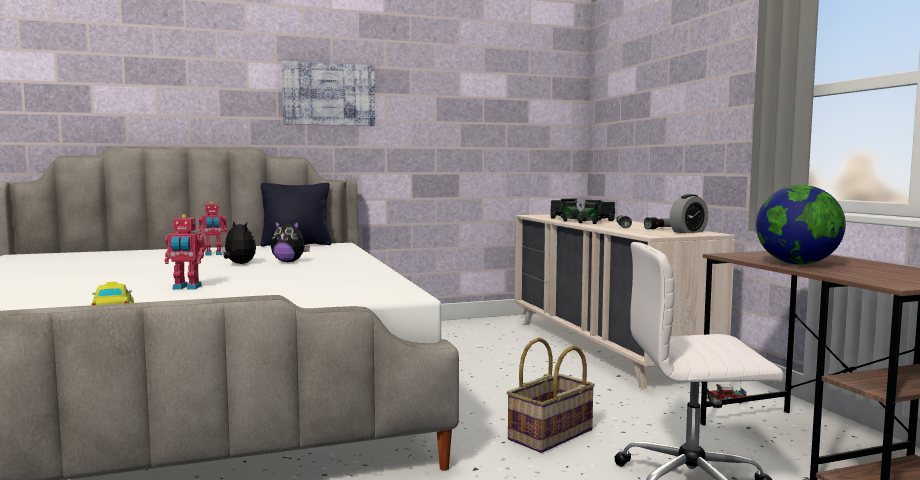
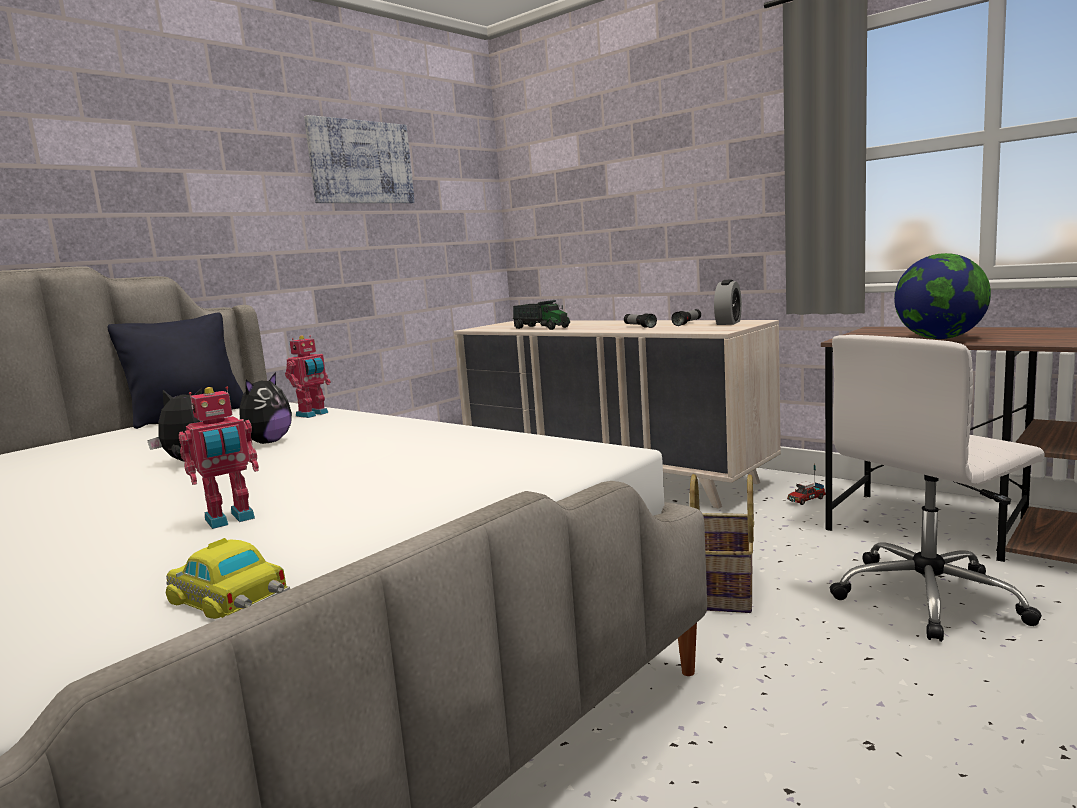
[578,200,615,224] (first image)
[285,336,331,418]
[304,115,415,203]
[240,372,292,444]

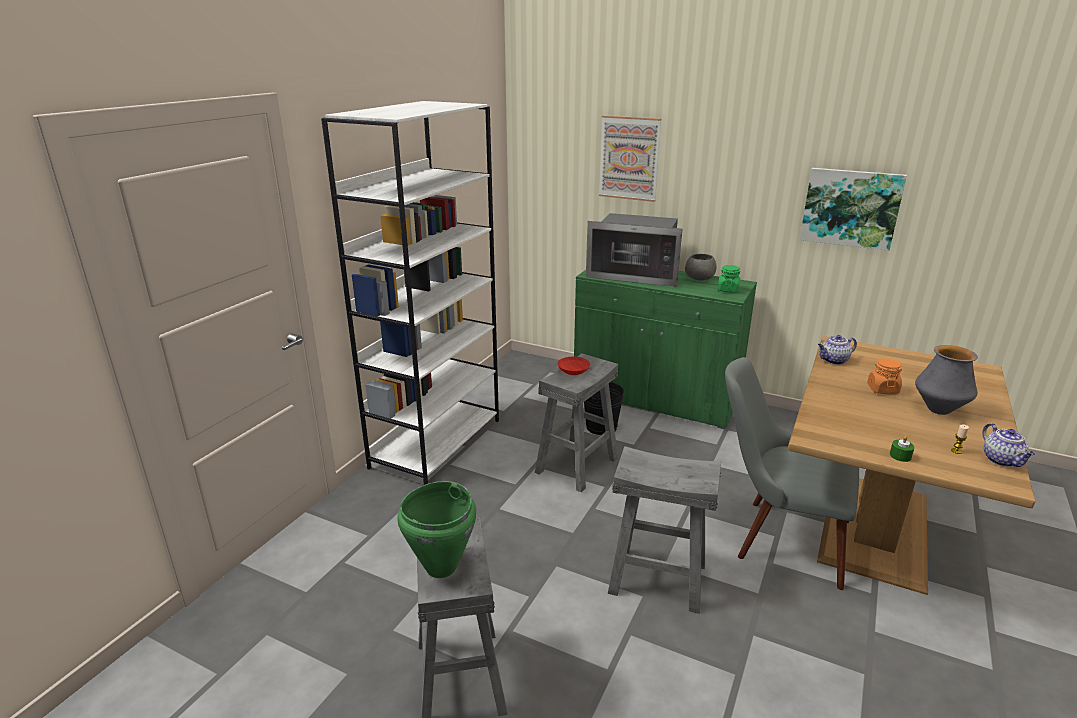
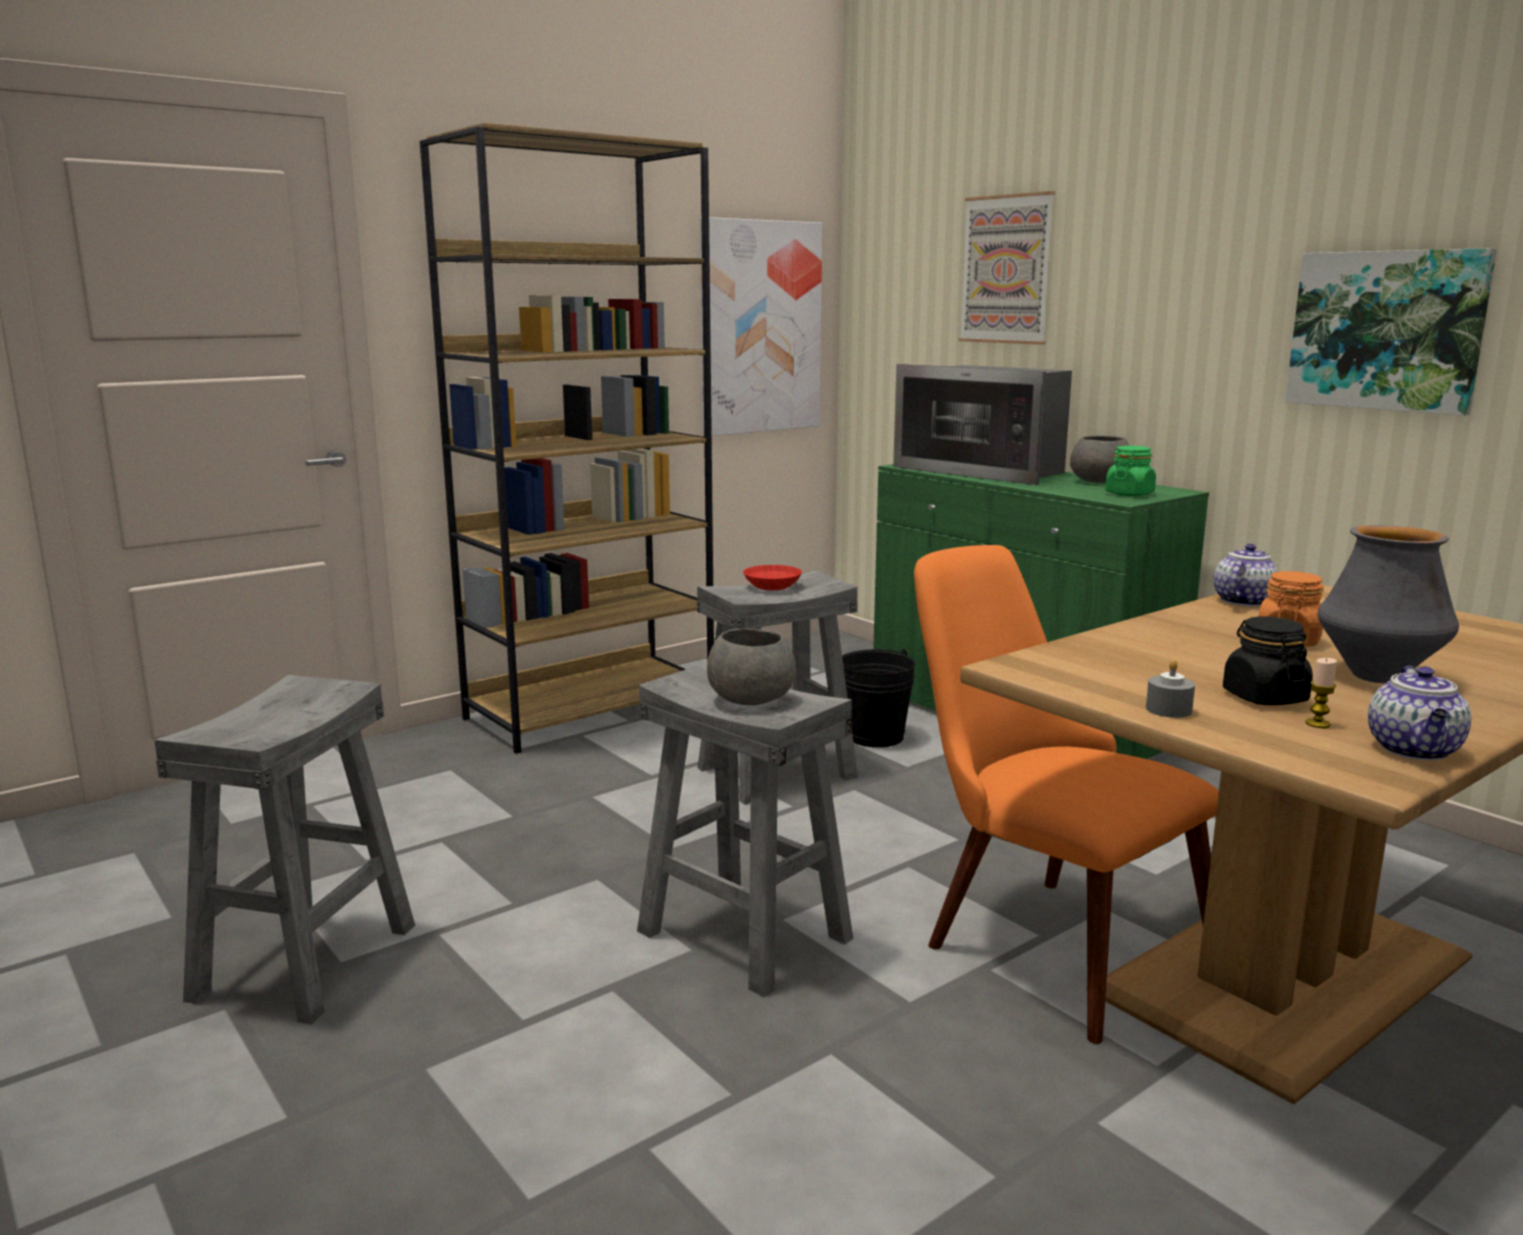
[397,481,476,578] (first image)
[700,217,822,436]
[707,628,796,705]
[1223,617,1313,705]
[420,122,714,754]
[914,545,1219,1044]
[1146,659,1195,718]
[1214,544,1279,607]

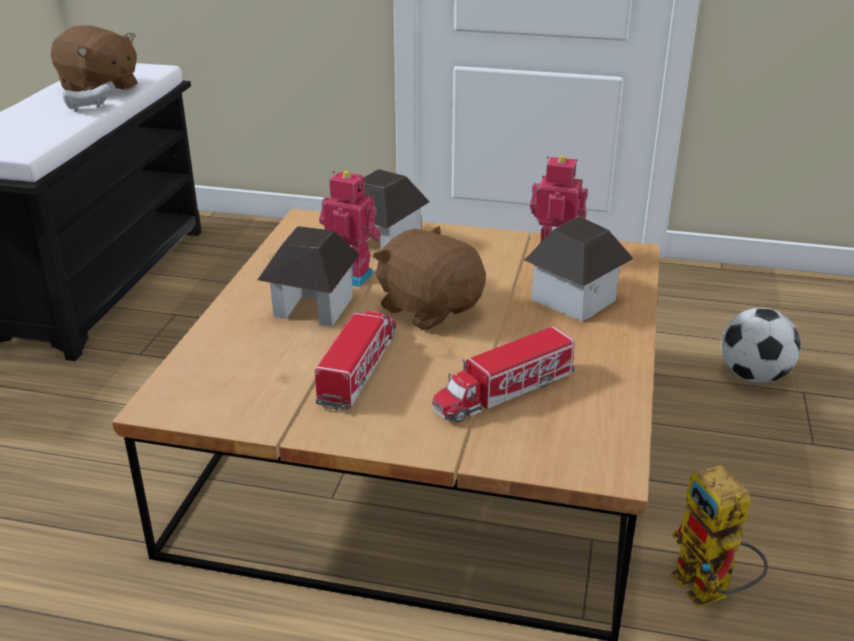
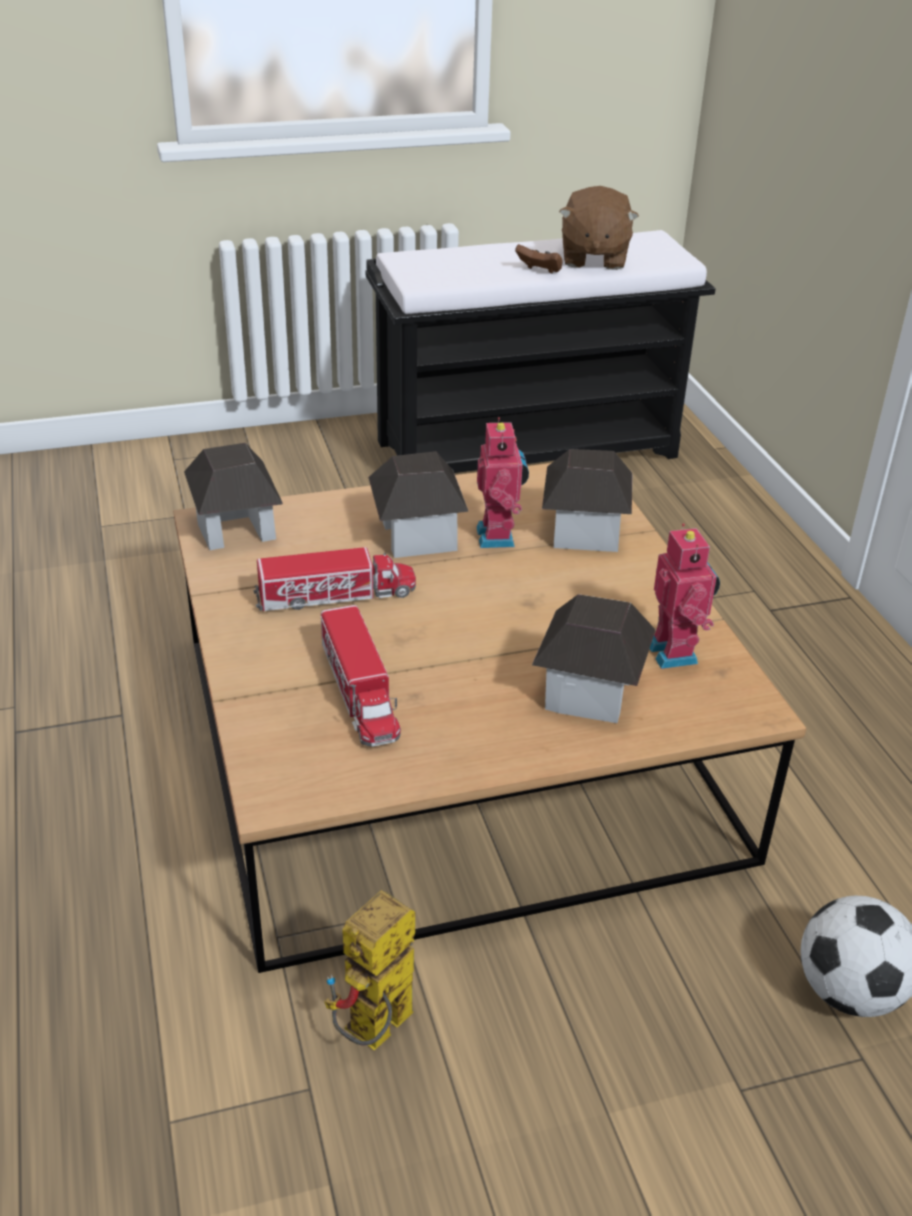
[373,226,486,330] (first image)
[184,443,283,550]
[515,244,563,274]
[321,605,401,747]

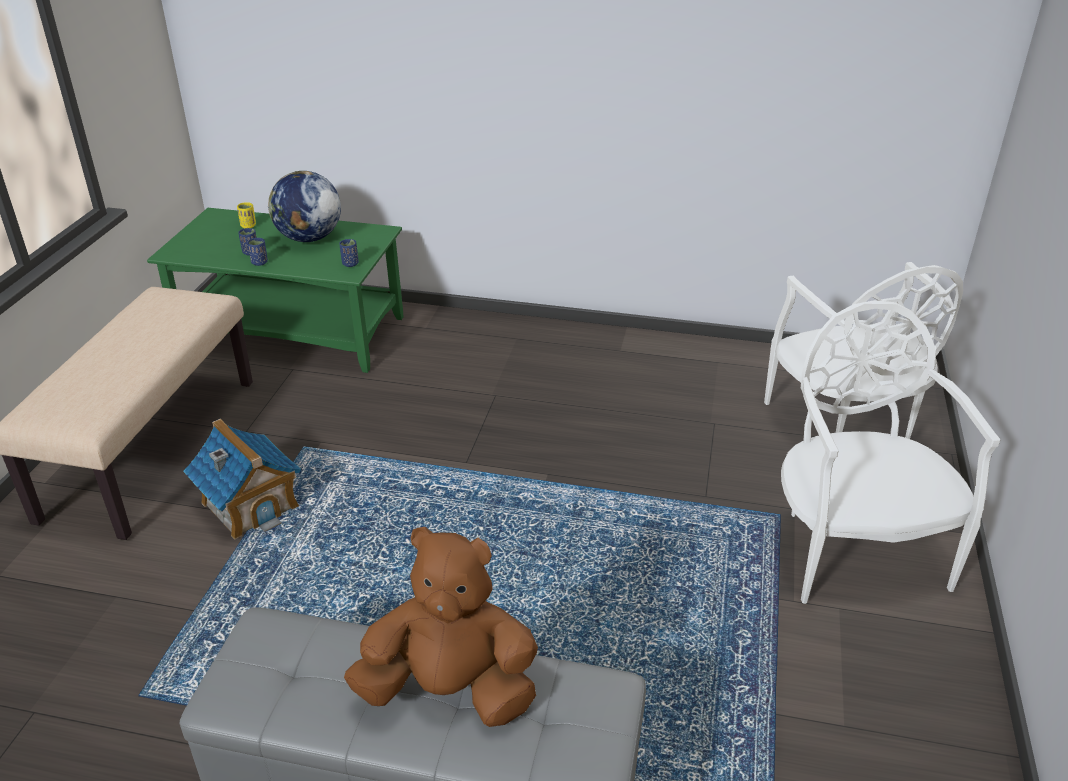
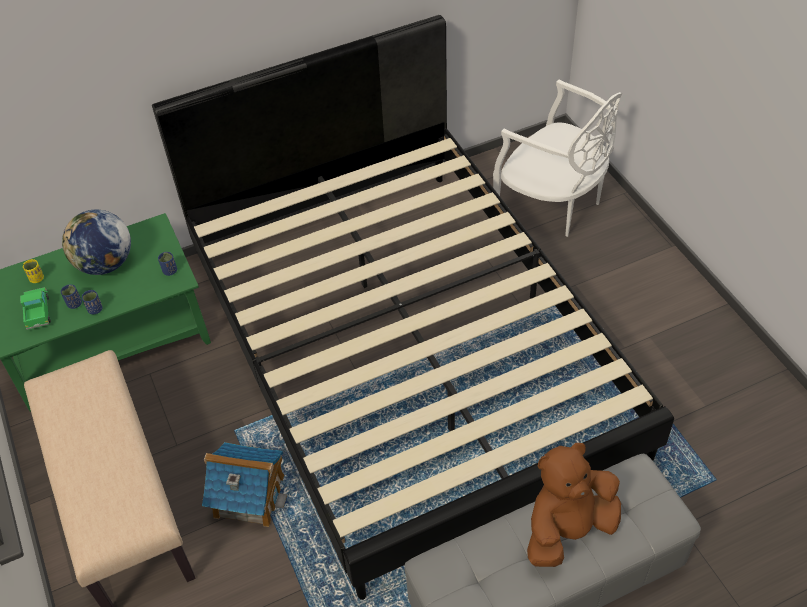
[781,300,1001,604] (first image)
[20,287,51,330]
[152,15,674,600]

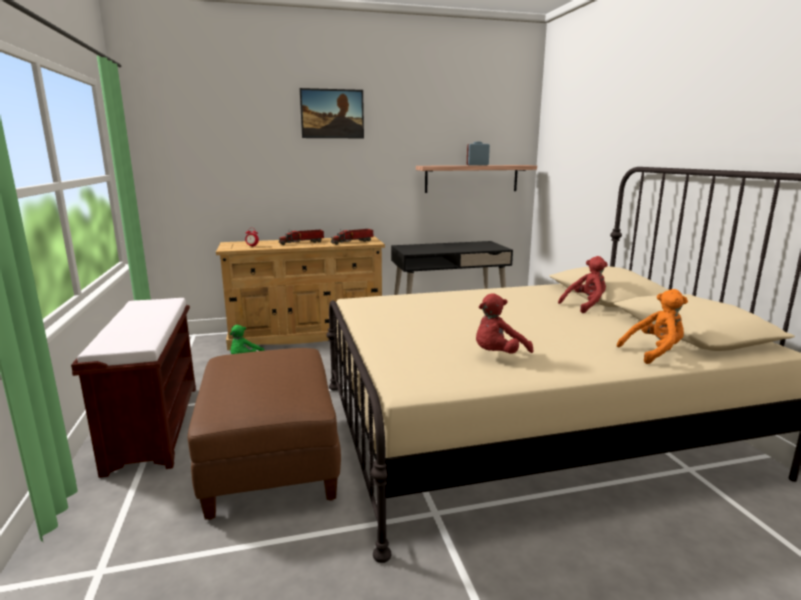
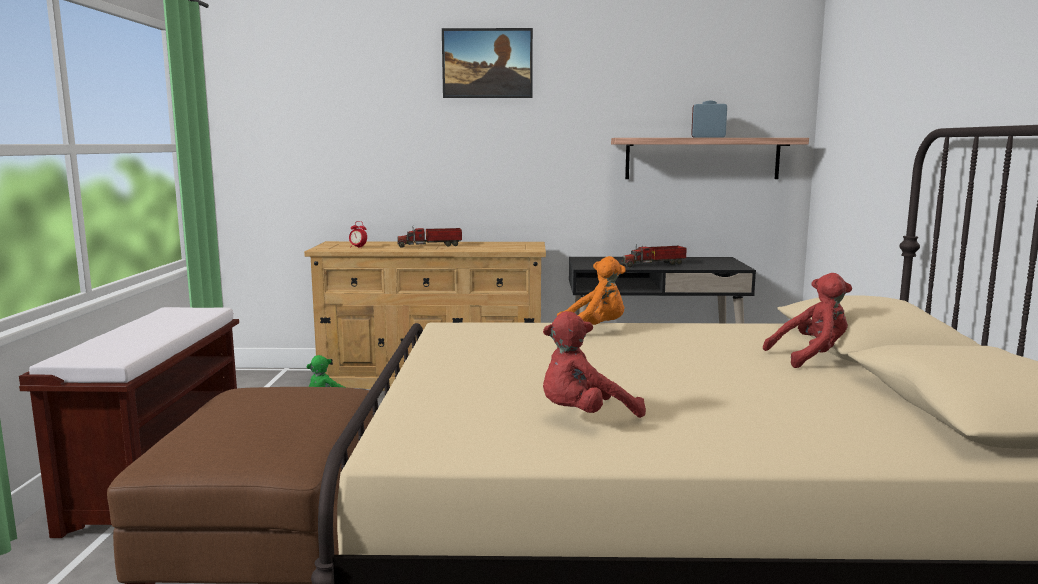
[621,244,687,267]
[557,256,626,325]

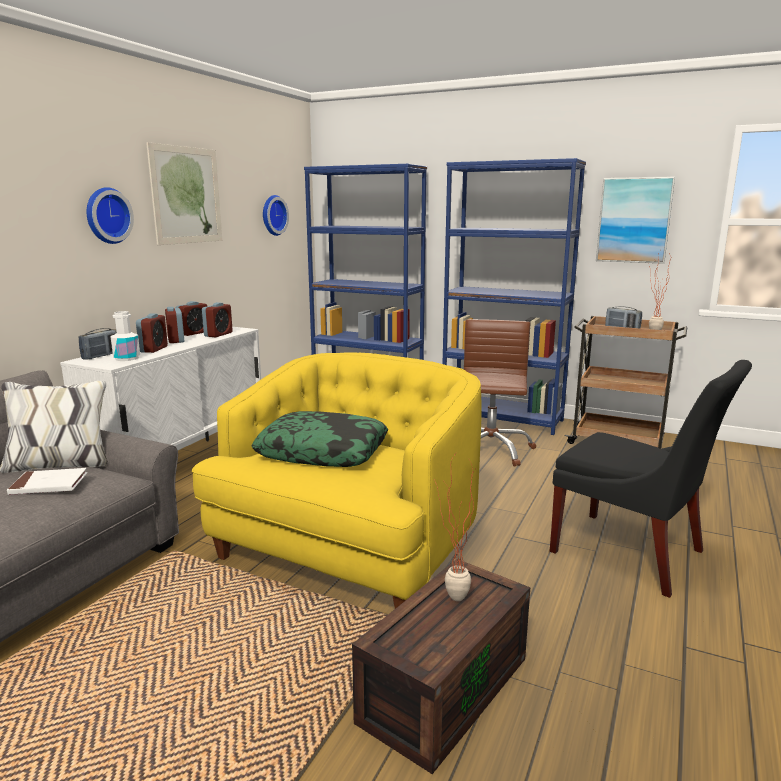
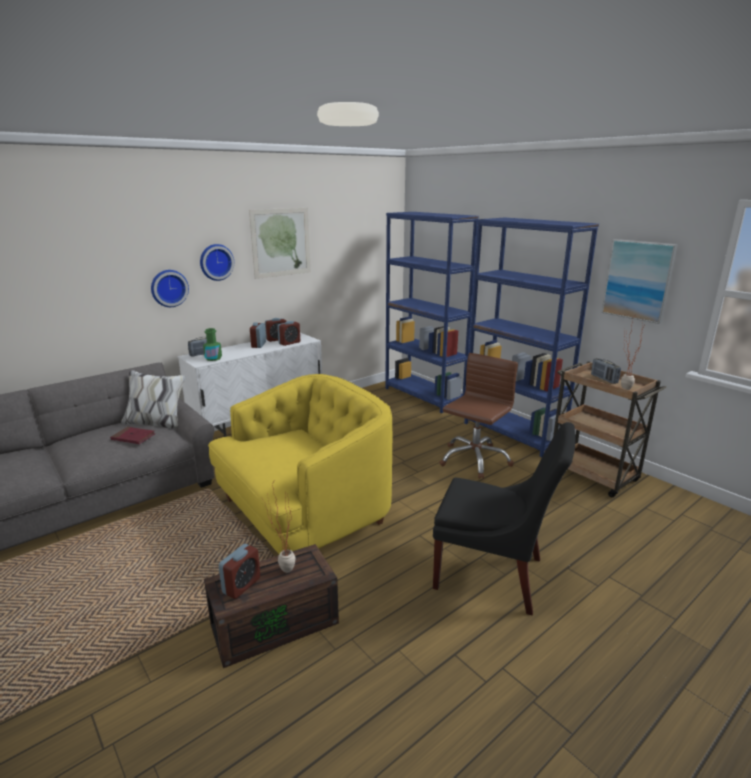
[252,411,388,467] (first image)
[219,544,260,599]
[151,270,189,307]
[110,427,156,444]
[203,328,222,361]
[433,422,576,615]

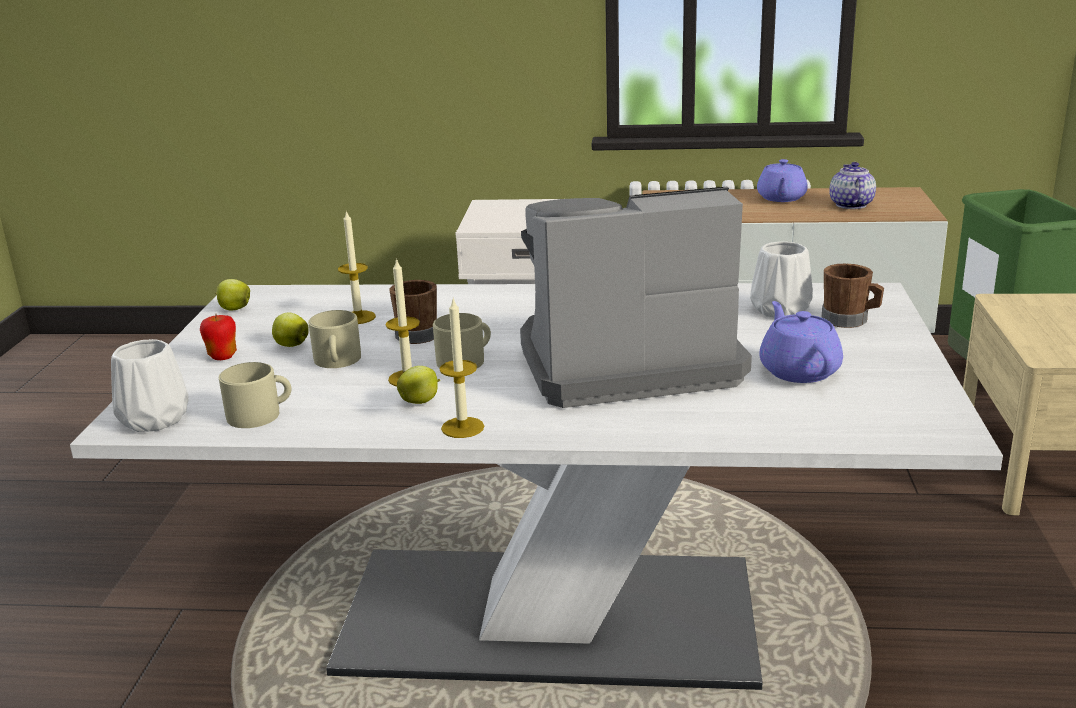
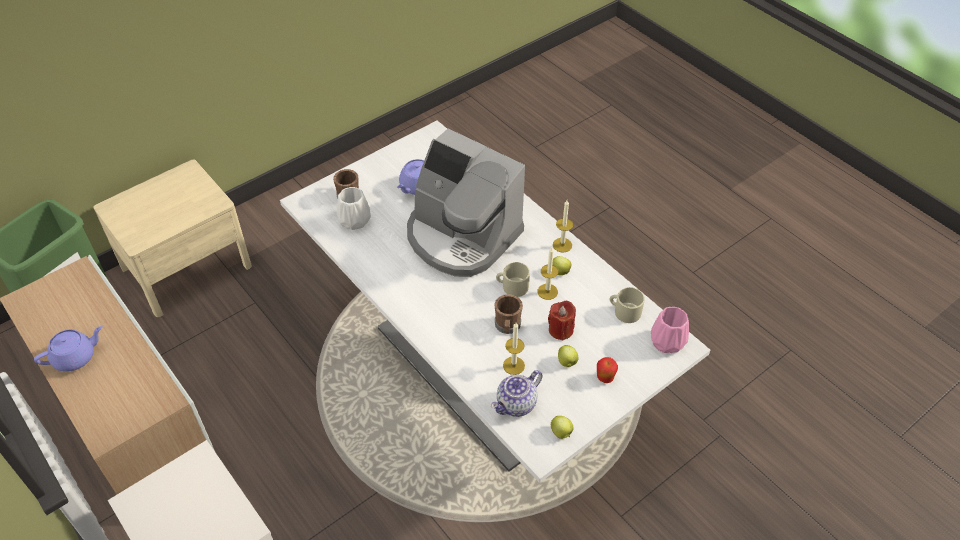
[491,370,543,417]
[548,301,576,341]
[651,307,689,353]

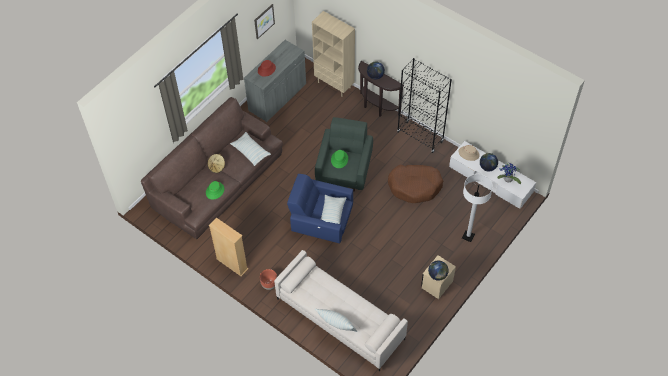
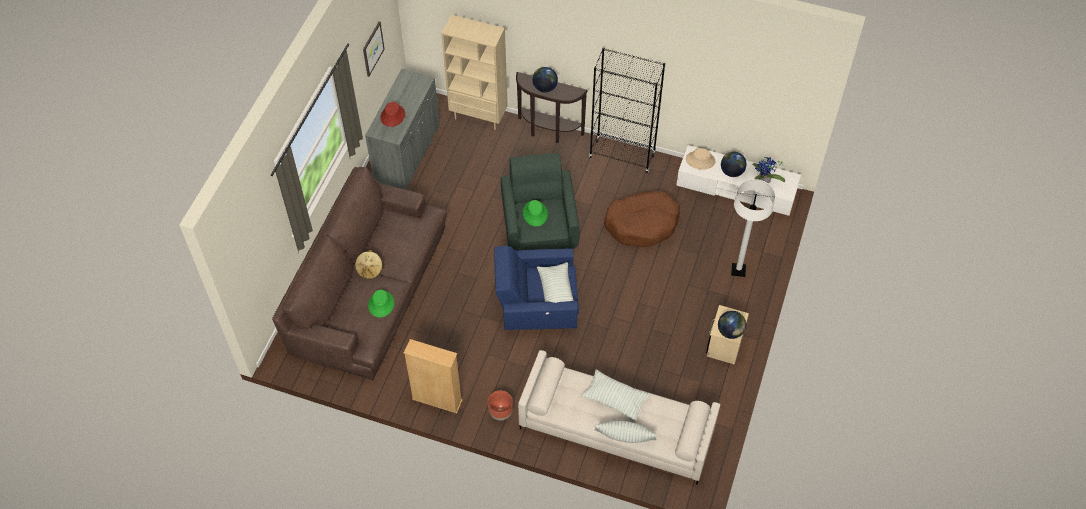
[581,369,650,421]

